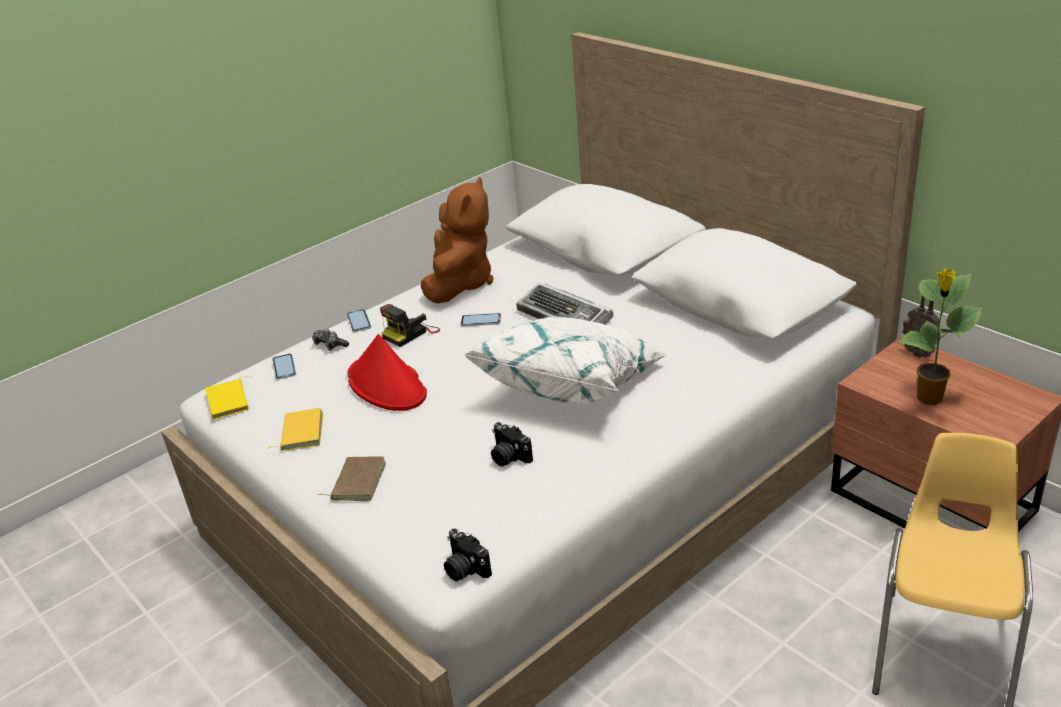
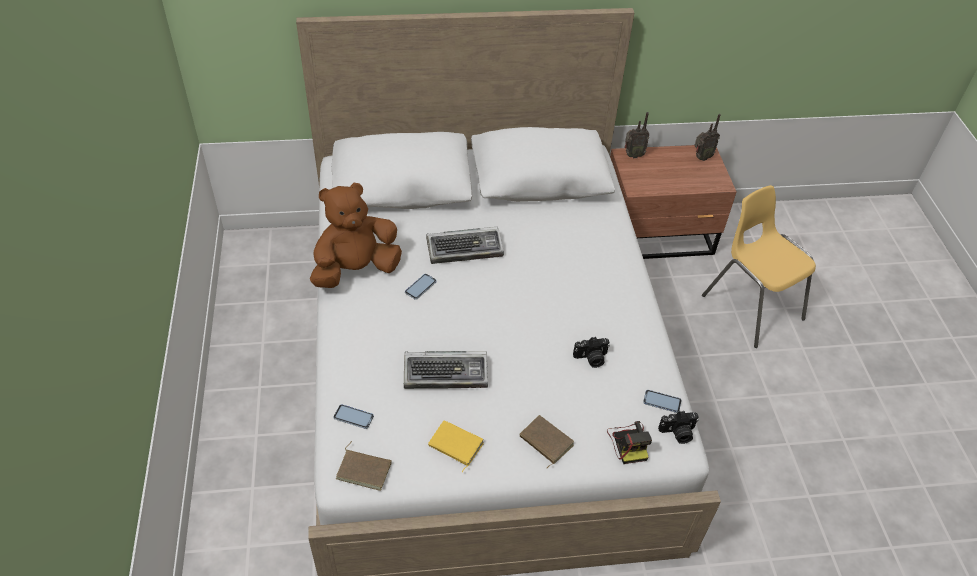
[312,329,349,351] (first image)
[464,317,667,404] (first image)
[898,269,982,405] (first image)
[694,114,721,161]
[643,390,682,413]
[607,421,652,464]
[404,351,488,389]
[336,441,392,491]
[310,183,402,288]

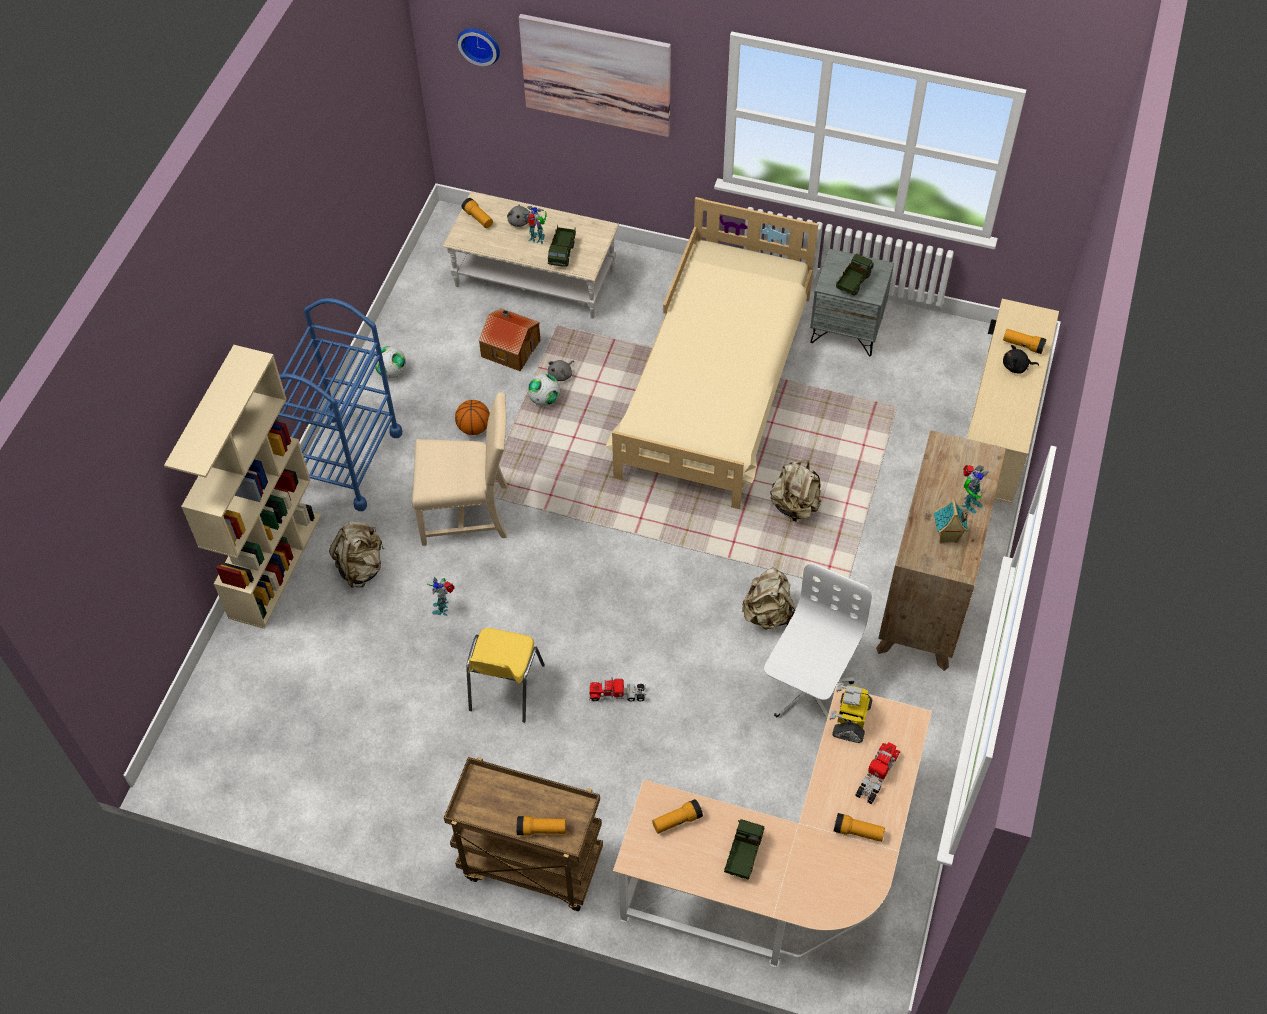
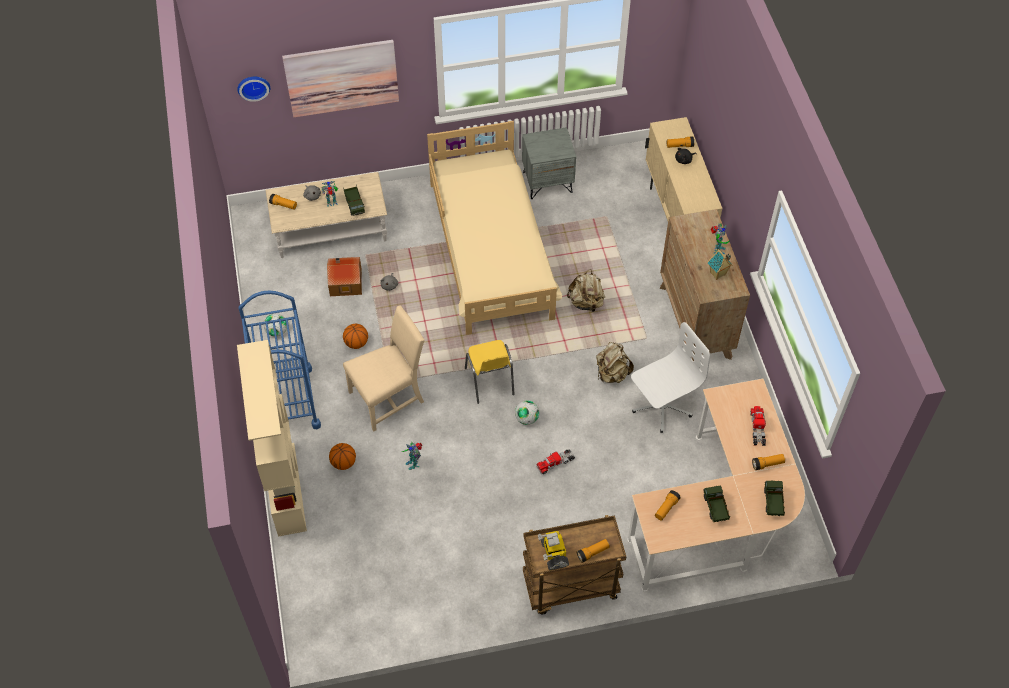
[465,340,514,404]
[515,400,539,425]
[538,531,569,570]
[764,481,785,516]
[329,443,356,470]
[631,322,710,433]

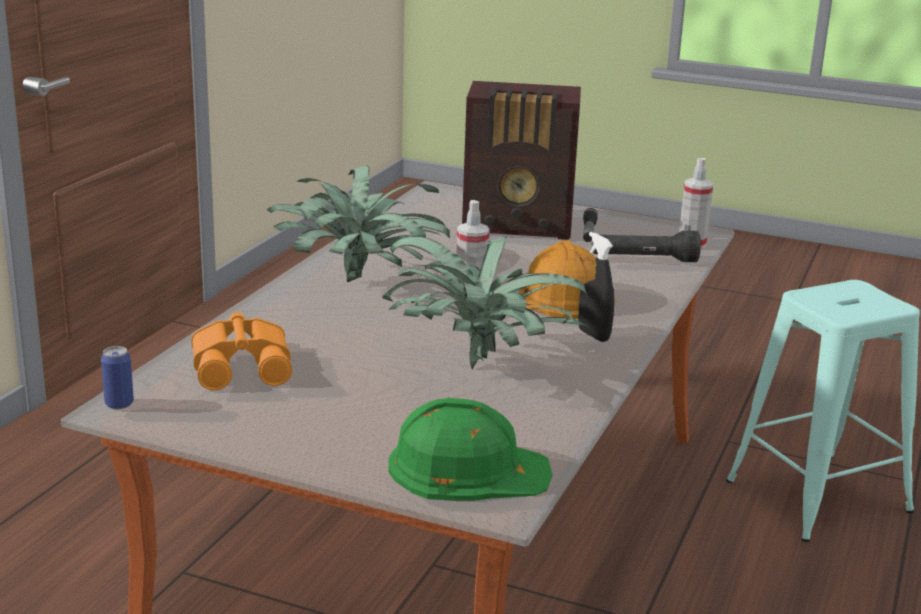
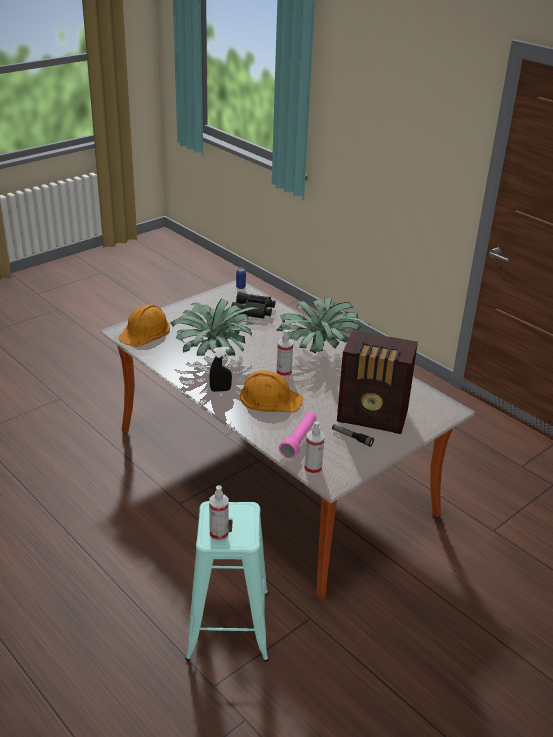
[209,485,229,541]
[231,292,275,319]
[119,304,170,347]
[279,412,317,459]
[337,330,418,434]

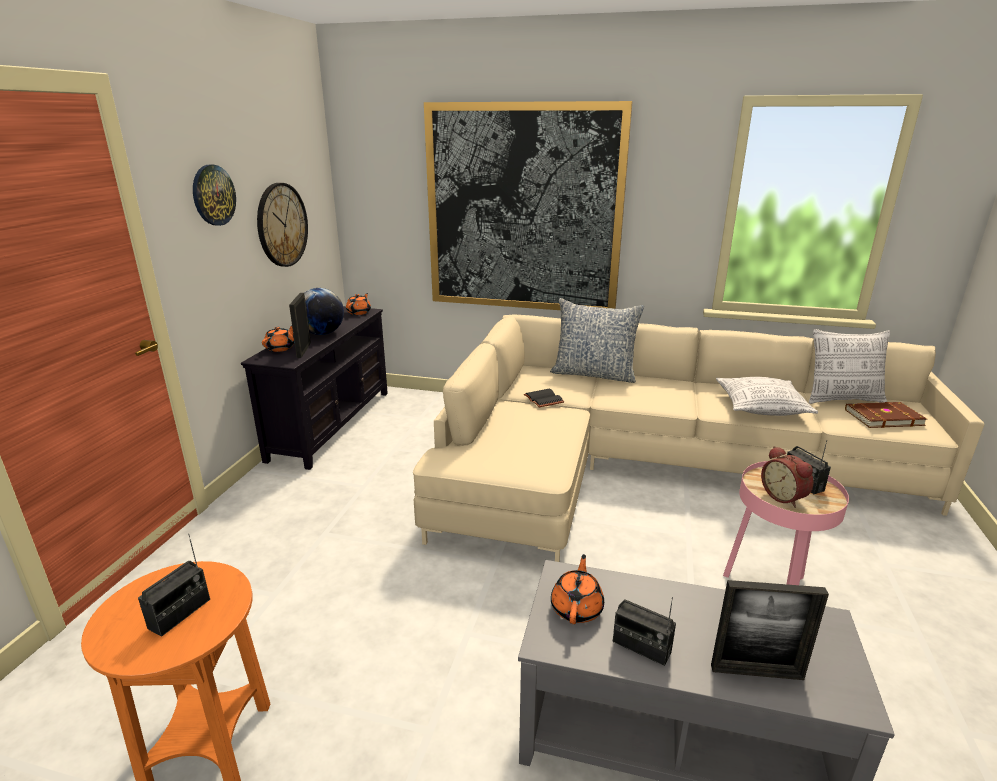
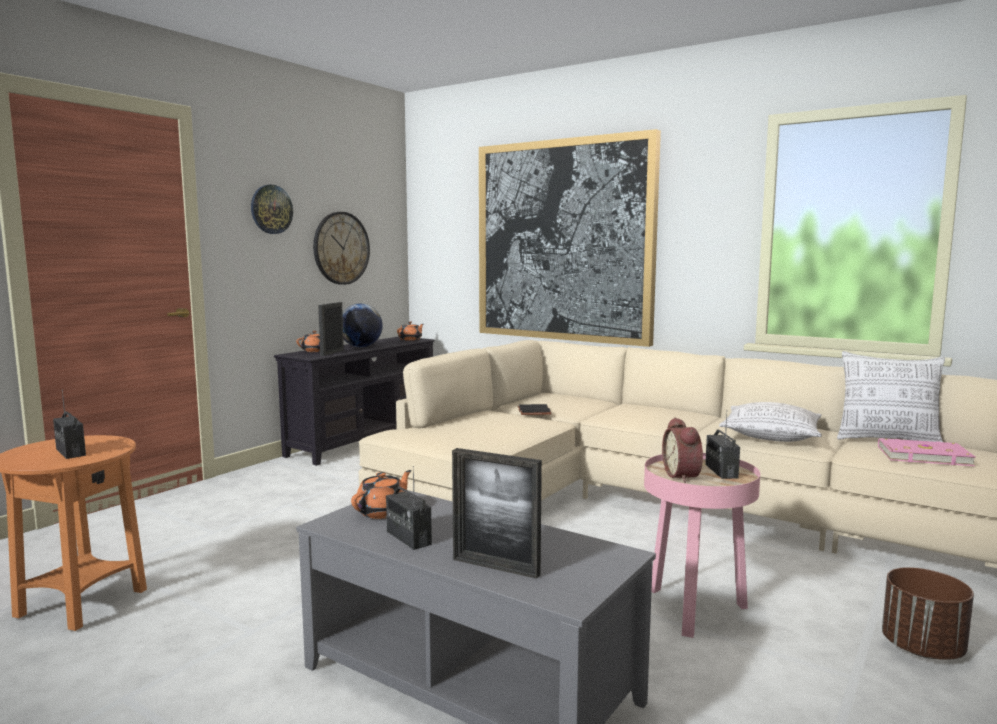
[550,298,644,383] (first image)
[882,567,974,660]
[878,438,976,466]
[53,389,86,459]

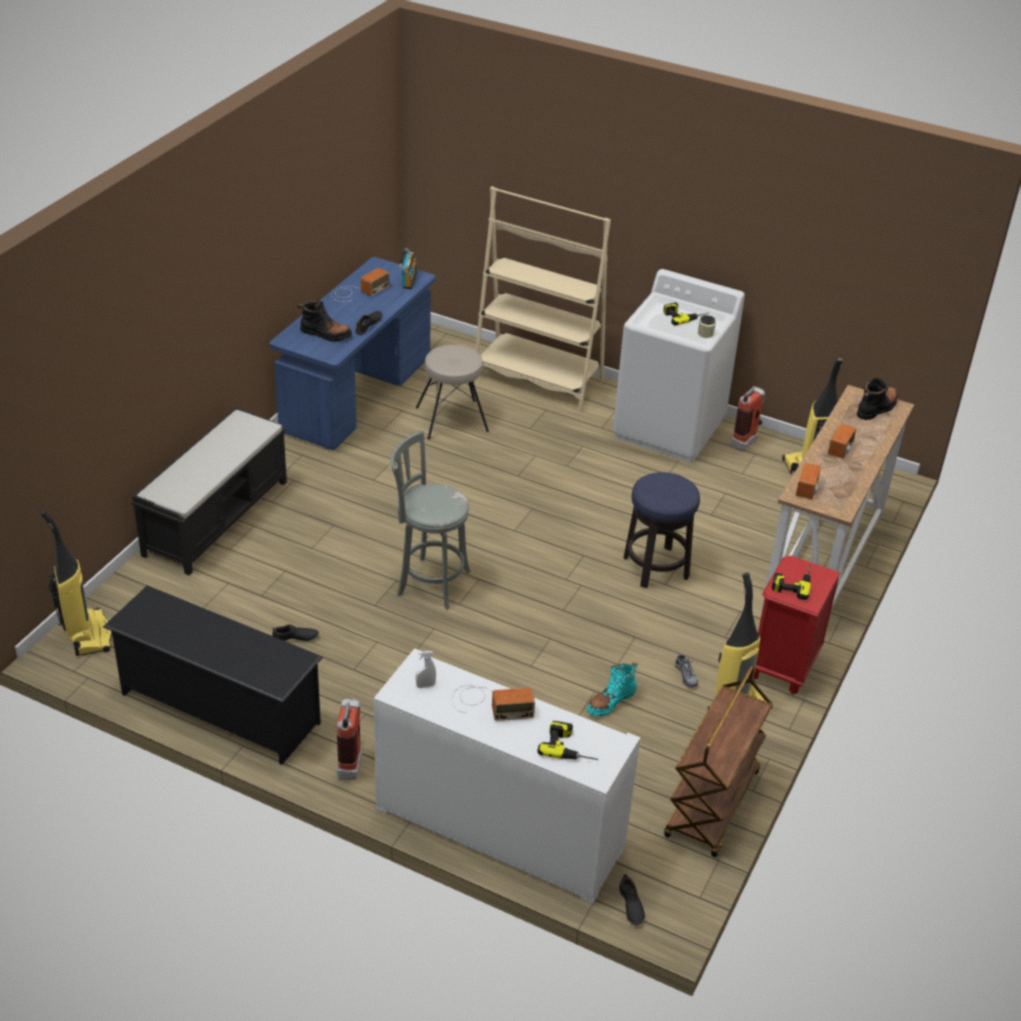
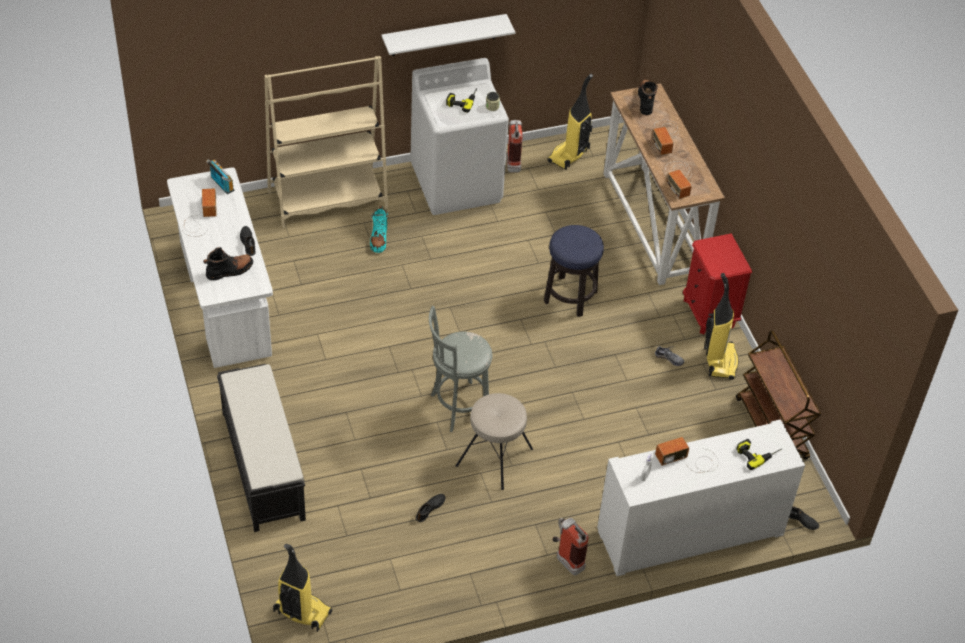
[103,585,323,765] (first image)
[772,565,811,600] (first image)
[382,14,515,56]
[456,393,533,490]
[370,206,388,253]
[167,167,273,368]
[655,437,719,473]

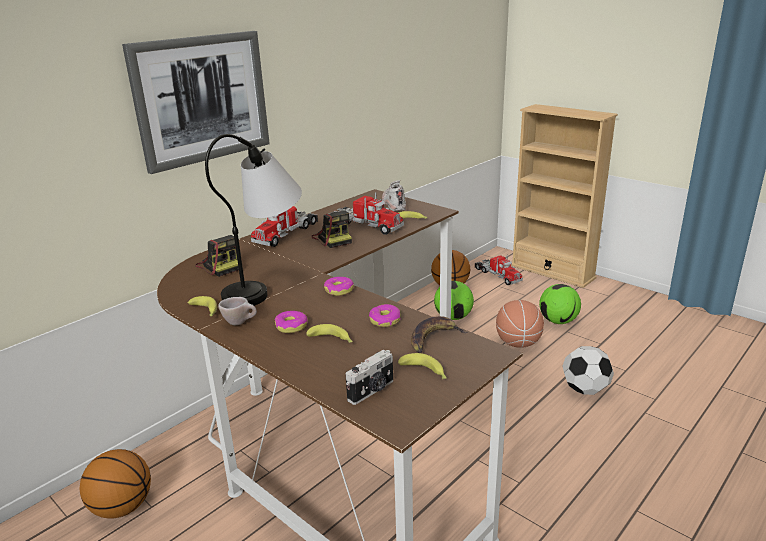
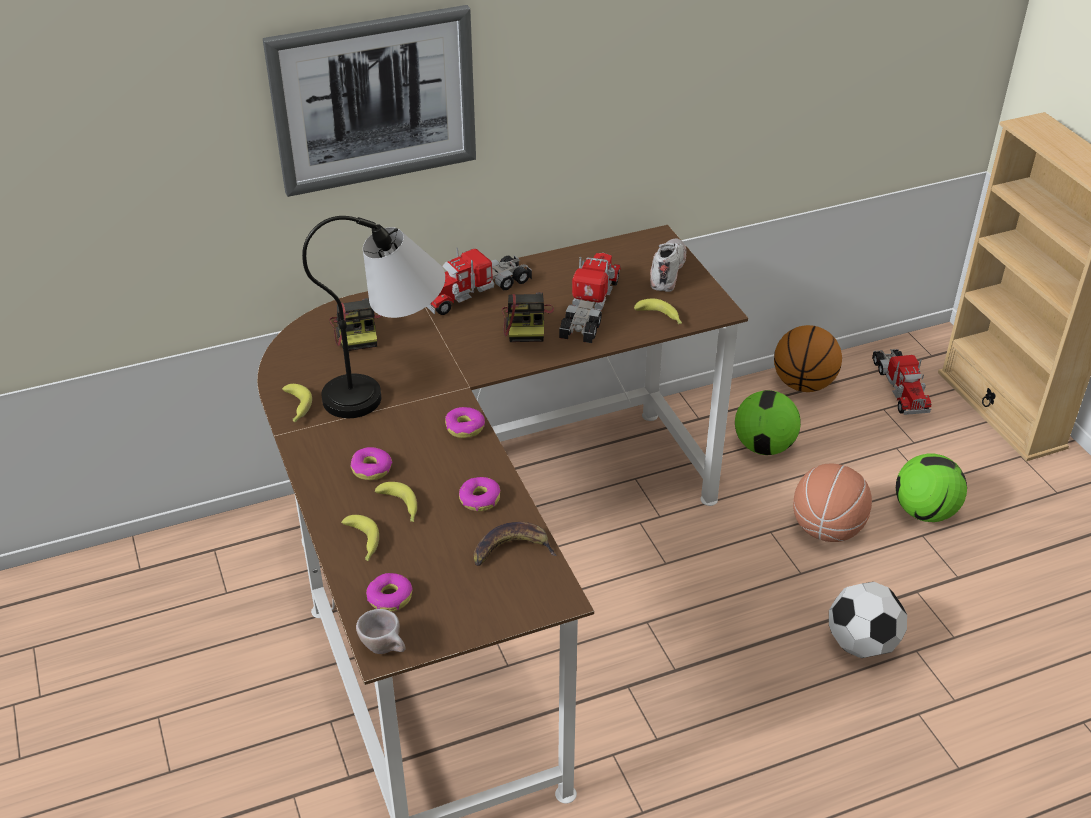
[80,449,151,518] (first image)
[356,609,406,654]
[341,515,379,561]
[366,573,413,612]
[559,253,621,343]

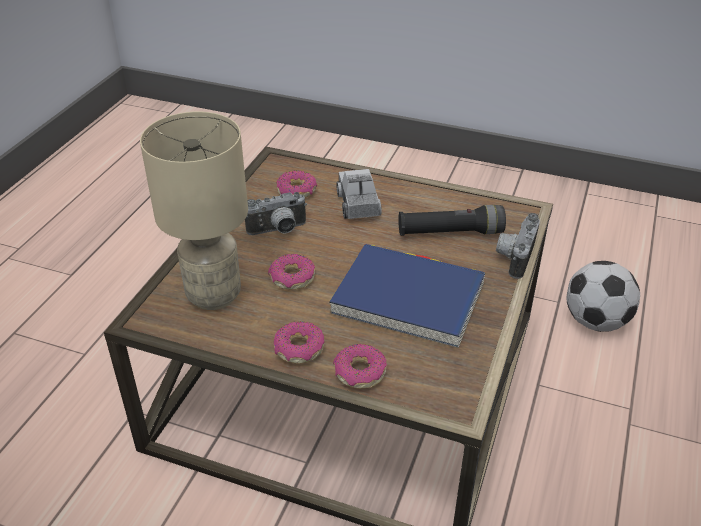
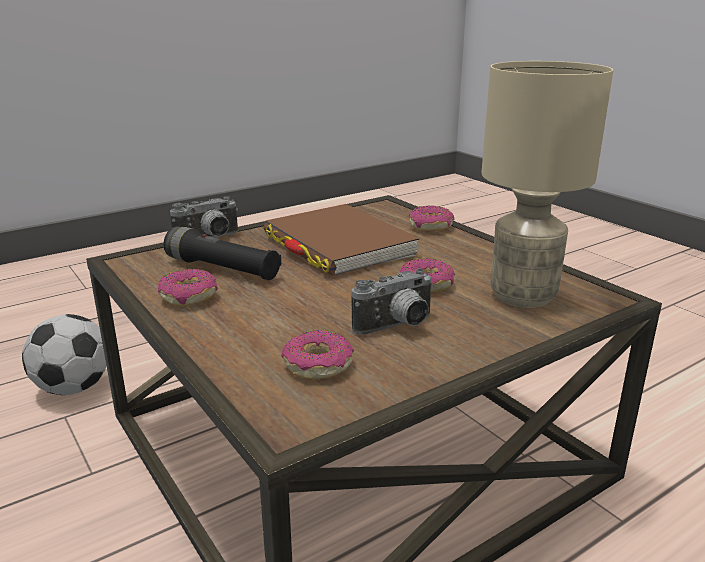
[336,169,382,219] (first image)
[158,269,218,307]
[264,204,420,276]
[352,268,434,335]

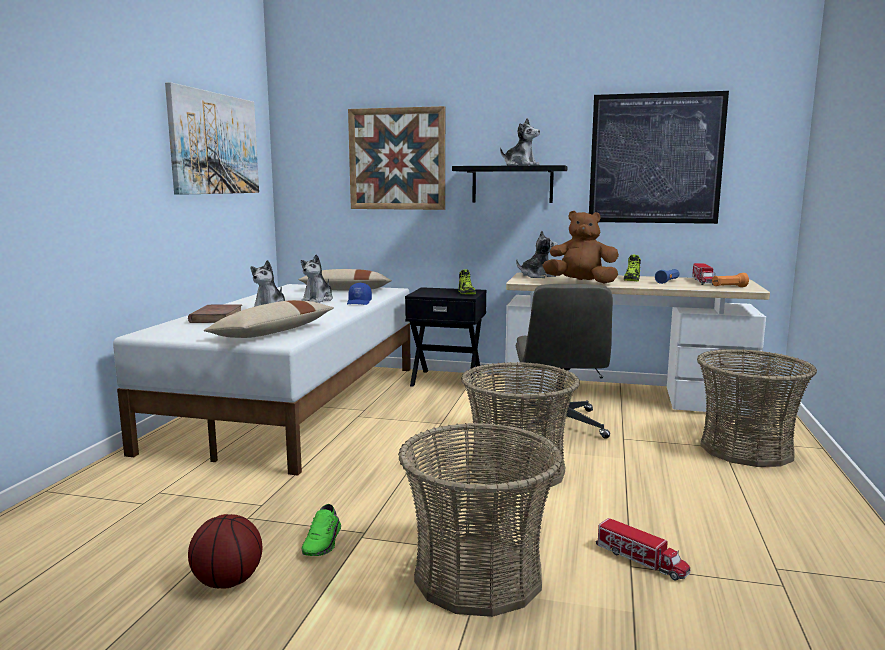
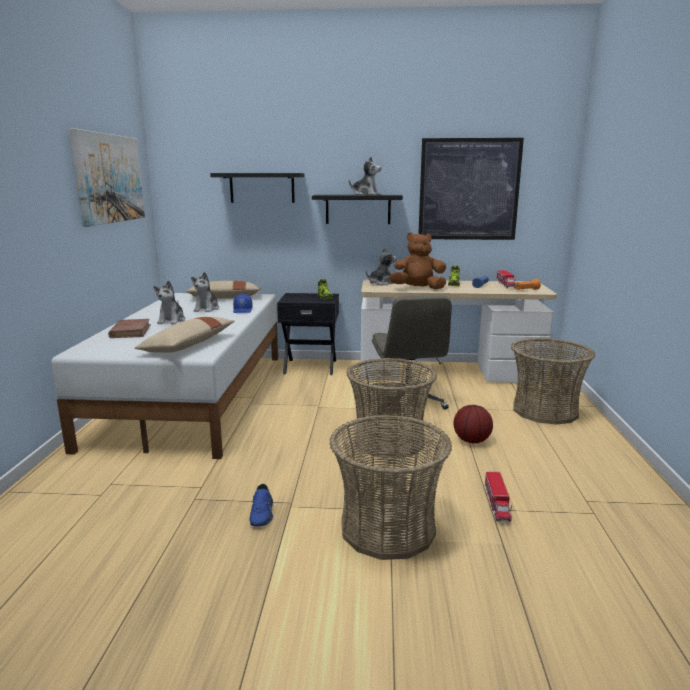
[454,405,493,443]
[210,173,305,203]
[250,484,273,526]
[485,471,512,523]

